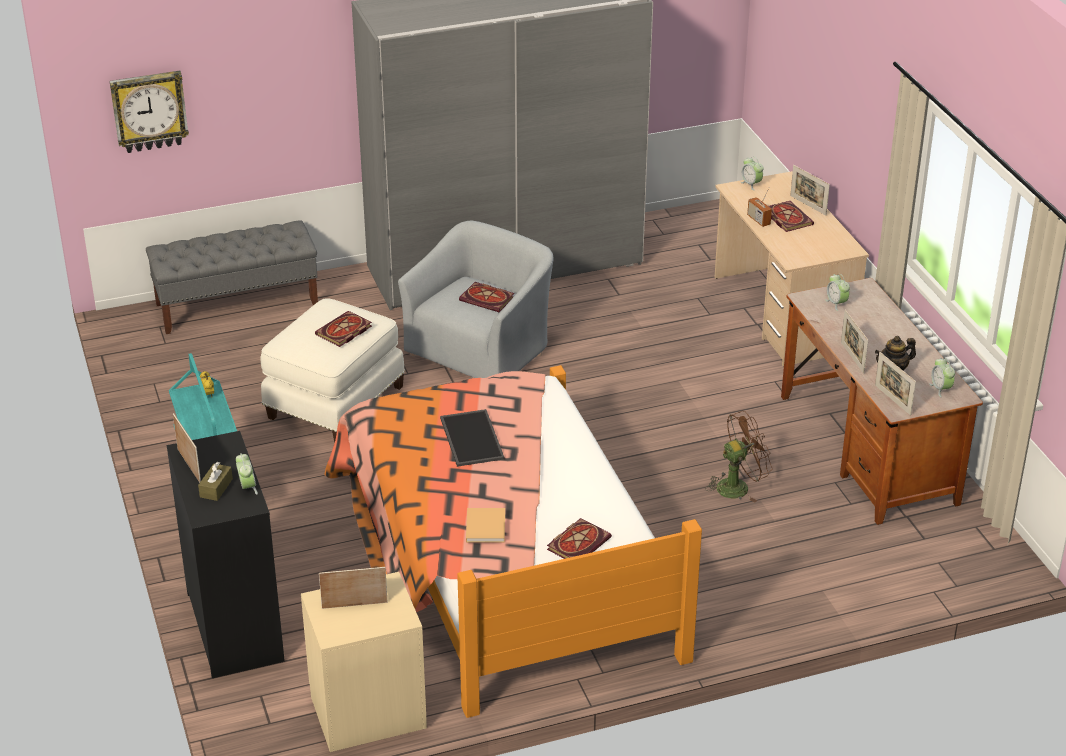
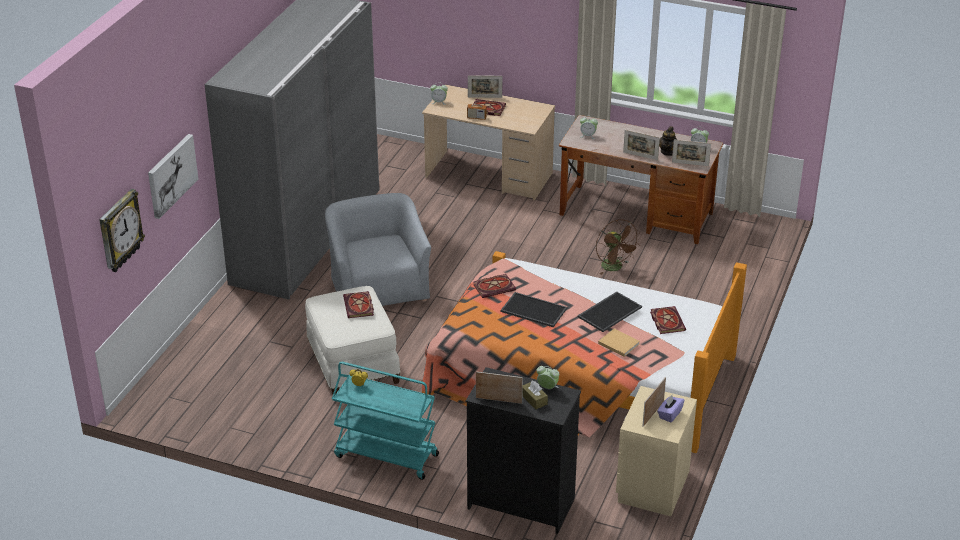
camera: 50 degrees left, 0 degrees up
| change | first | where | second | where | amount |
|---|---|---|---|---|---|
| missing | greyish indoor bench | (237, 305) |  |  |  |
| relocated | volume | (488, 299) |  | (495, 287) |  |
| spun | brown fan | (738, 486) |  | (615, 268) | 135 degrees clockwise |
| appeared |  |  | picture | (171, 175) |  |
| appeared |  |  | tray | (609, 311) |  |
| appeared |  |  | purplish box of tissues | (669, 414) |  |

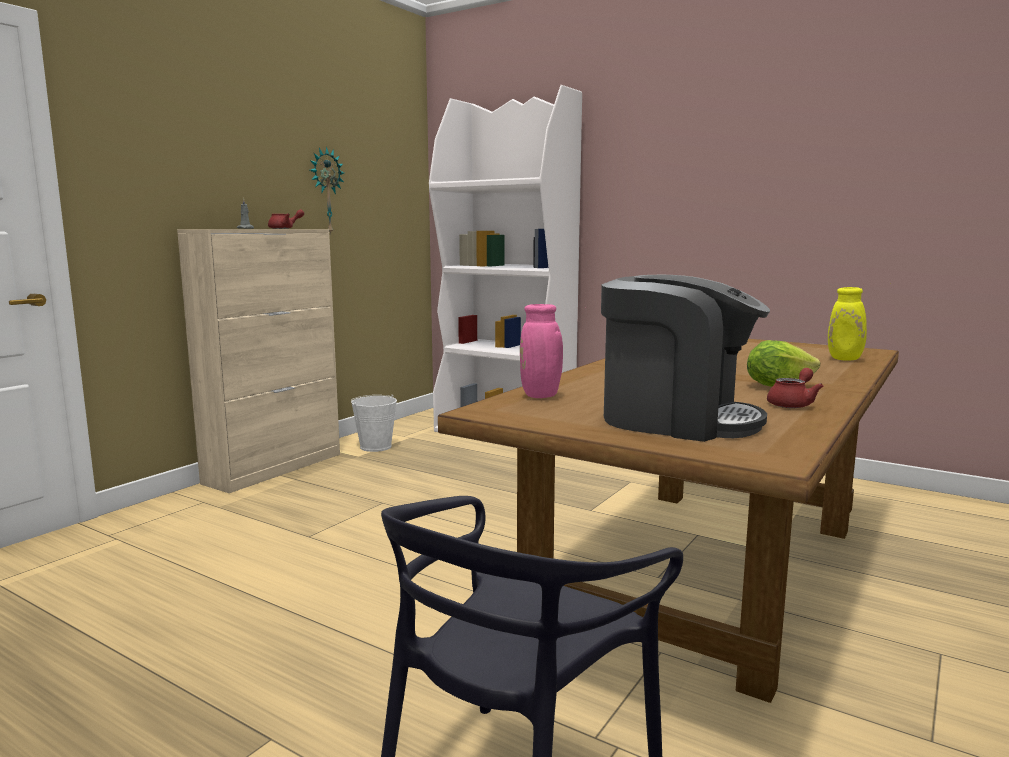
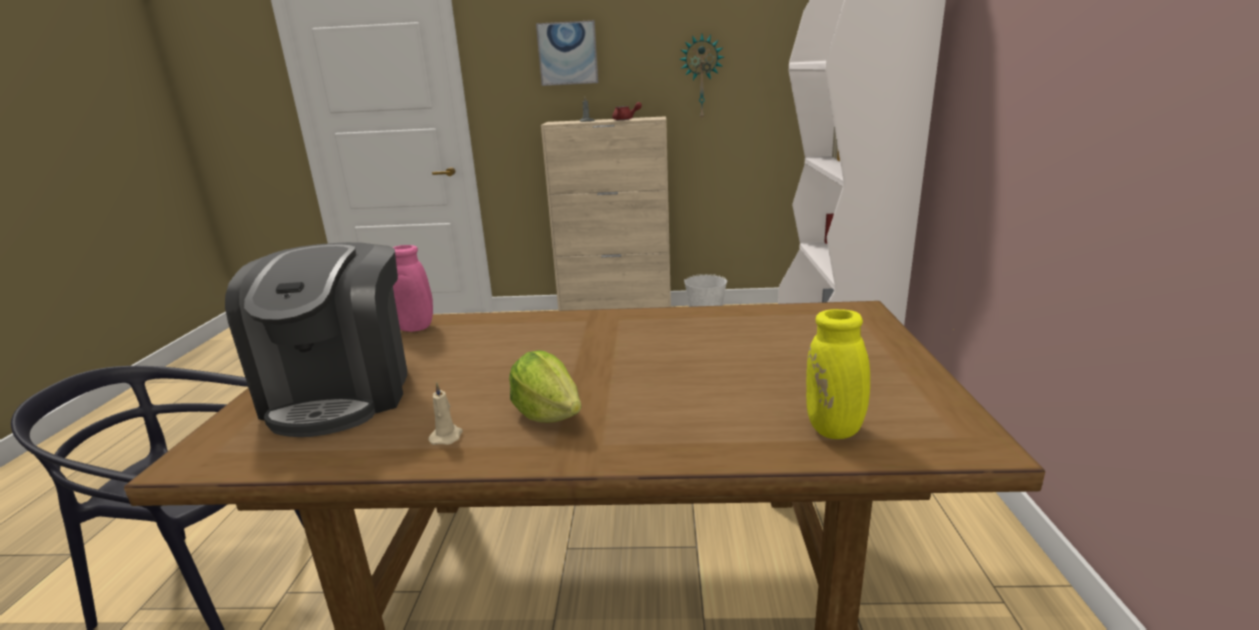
camera: 60 degrees right, 10 degrees up
| change | first | where | second | where | amount |
|---|---|---|---|---|---|
| exchanged | red-coloured pot for tea | (793, 404) | beige-coloured candle | (447, 436) |  |
| appeared |  |  | picture | (567, 53) |  |

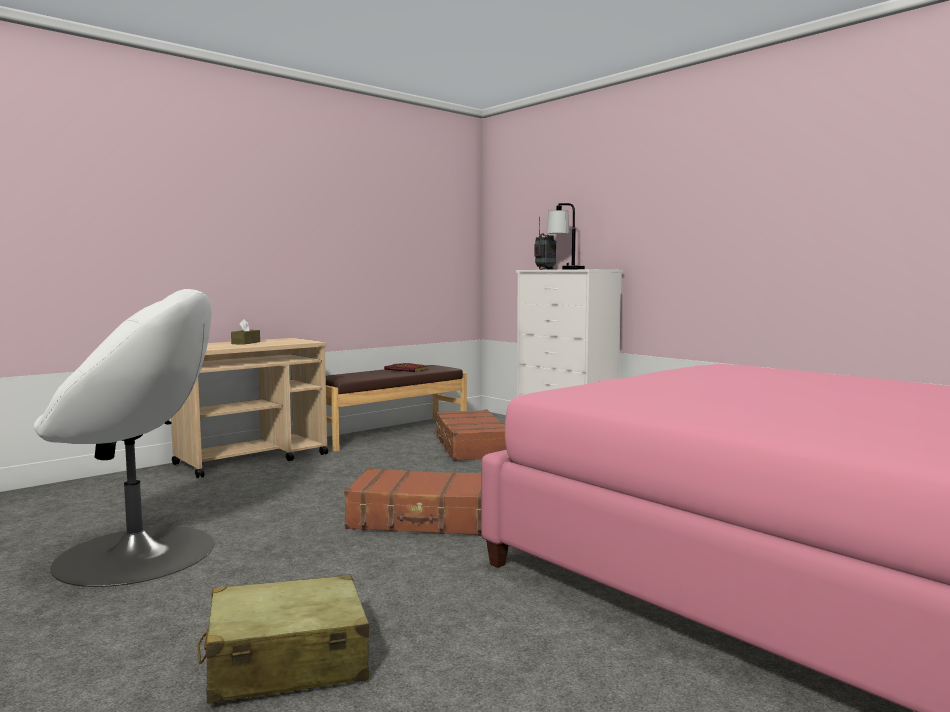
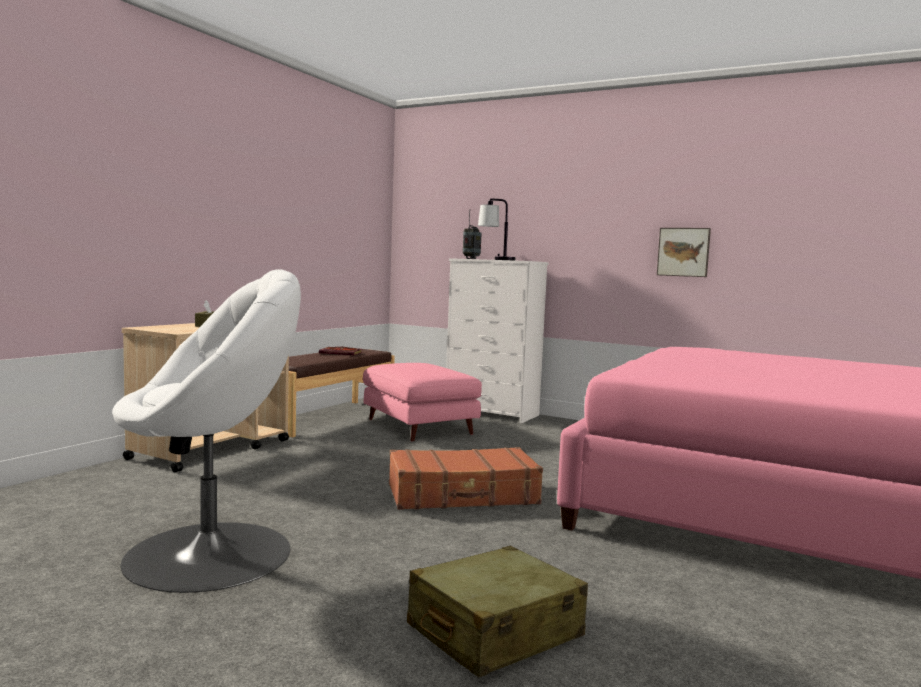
camera: 20 degrees left, 0 degrees up
| change | first | where | second | where | amount |
|---|---|---|---|---|---|
| exchanged | brown suitcase | (470, 447) | pinkish pouffe | (420, 427) |  |
| appeared |  |  | picture | (683, 252) |  |

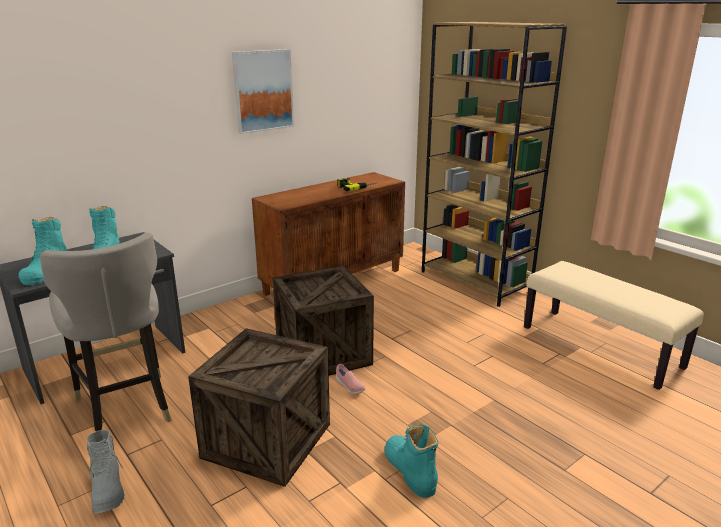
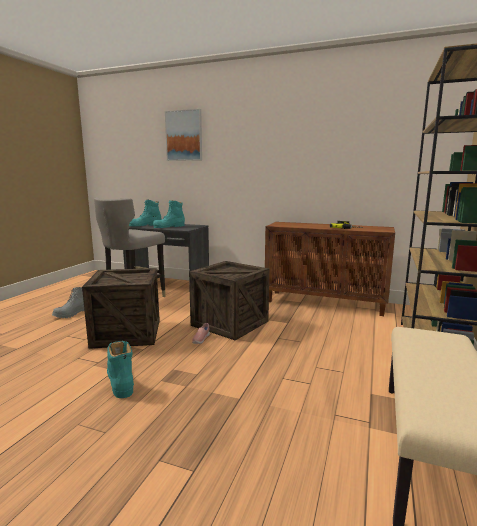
camera: 60 degrees right, 10 degrees down
| change | first | where | second | where | amount |
|---|---|---|---|---|---|
| relocated | picture | (263, 90) |  | (184, 135) |  |
| spun | turquoise-coloured boot | (409, 470) |  | (120, 382) | 60 degrees counterclockwise |

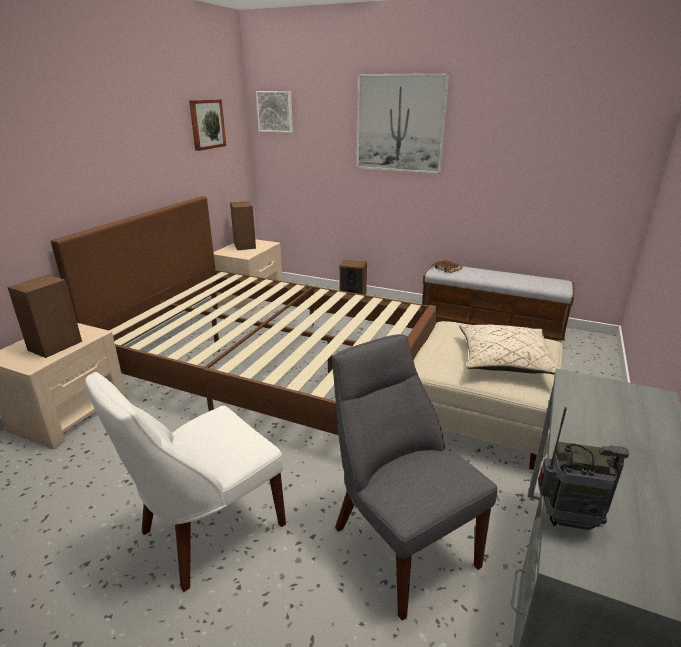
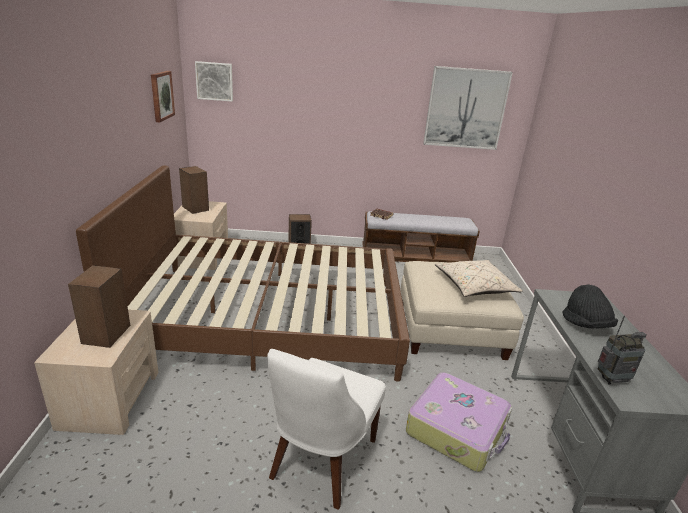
camera: 25 degrees left, 0 degrees up
| change | first | where | second | where | amount |
|---|---|---|---|---|---|
| exchanged | greyish chair | (400, 542) | suitcase | (457, 429) |  |
| relocated | picture | (400, 124) |  | (465, 108) |  |
| appeared |  |  | black hat | (585, 325) |  |

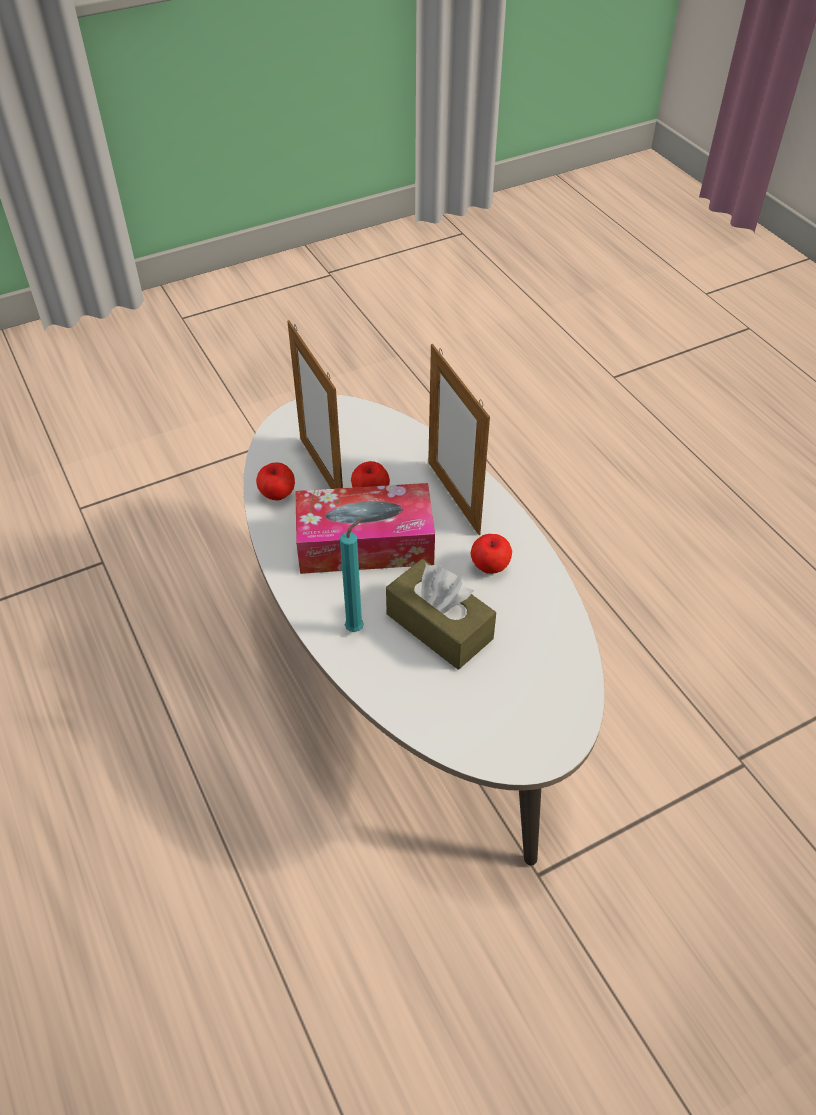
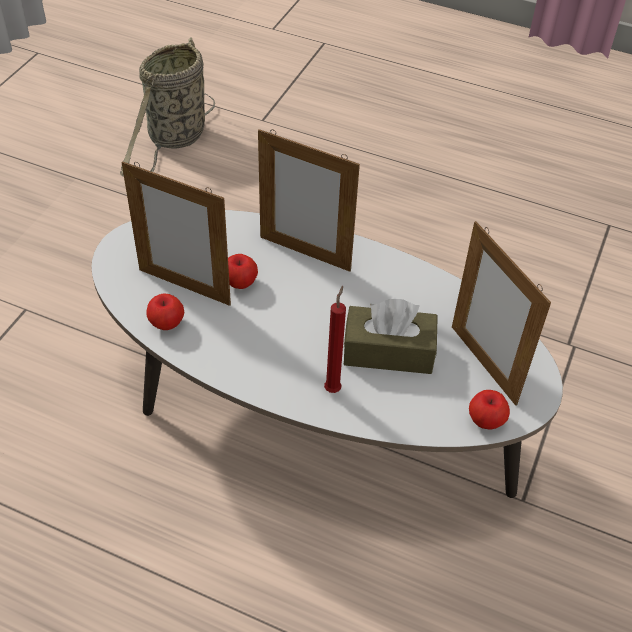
camera: 40 degrees left, 0 degrees up
| change | first | where | second | where | amount |
|---|---|---|---|---|---|
| missing | box of tissues | (365, 543) |  |  |  |
| colour | turquoise-coloured candle | (357, 628) | red-coloured candle | (333, 388) |  |
| relocated | whole apple | (490, 566) |  | (486, 420) |  |
| appeared |  |  | household basket | (175, 139) |  |
| appeared |  |  | picture frame | (483, 364) |  |

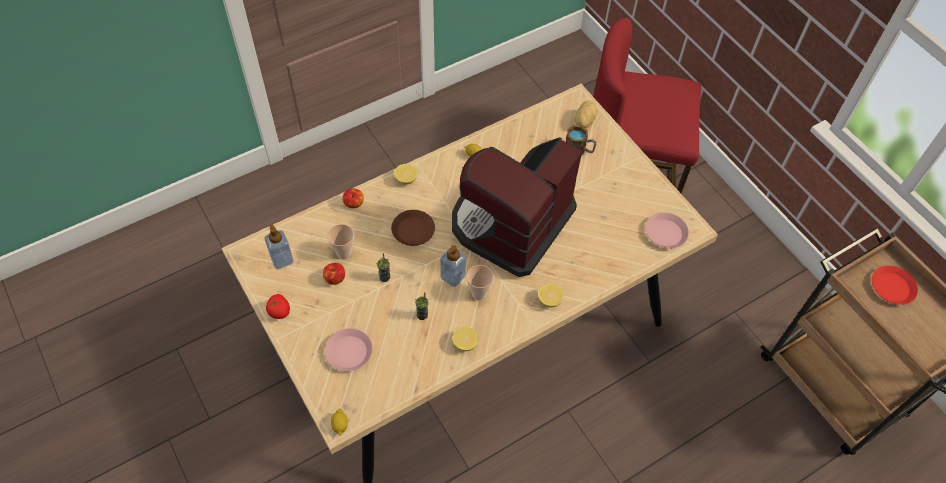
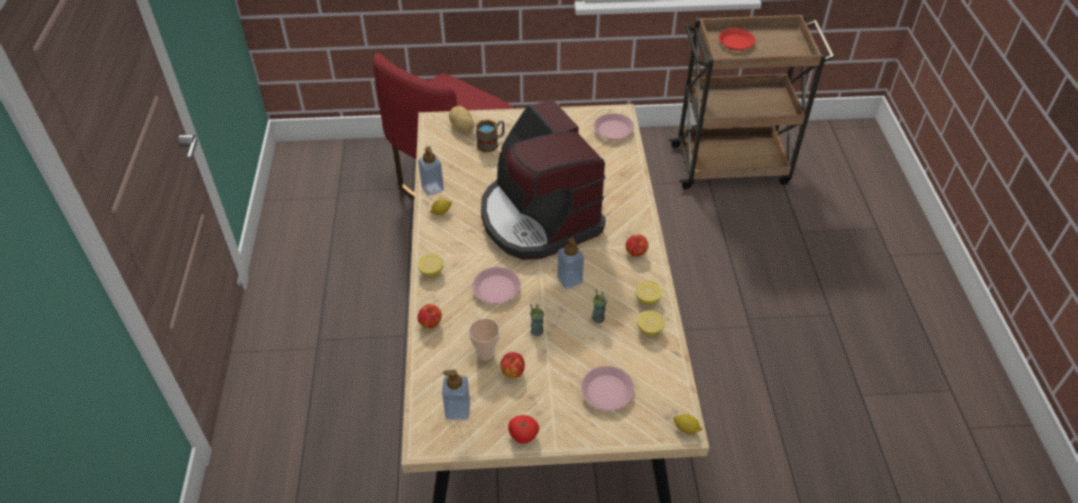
camera: 60 degrees left, 10 degrees down
| change | first | where | second | where | amount |
|---|---|---|---|---|---|
| colour | brown flat dish | (413, 230) | pinkish flat dish | (497, 288) |  |
| missing | small cup | (479, 293) |  |  |  |
| relocated | lemon | (549, 300) |  | (649, 329) |  |
| appeared |  |  | soap bottle | (432, 188) |  |
| appeared |  |  | whole apple | (636, 253) |  |

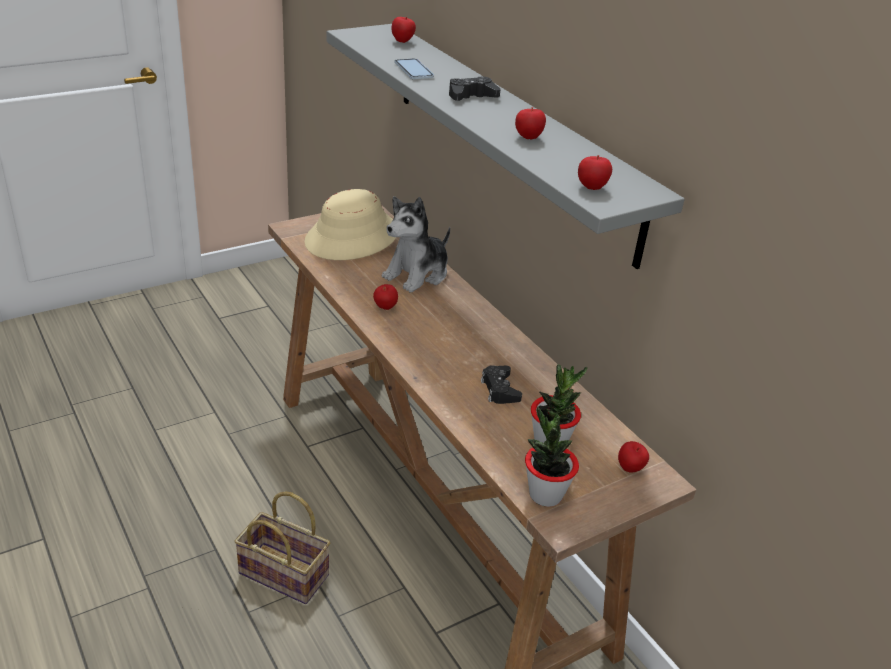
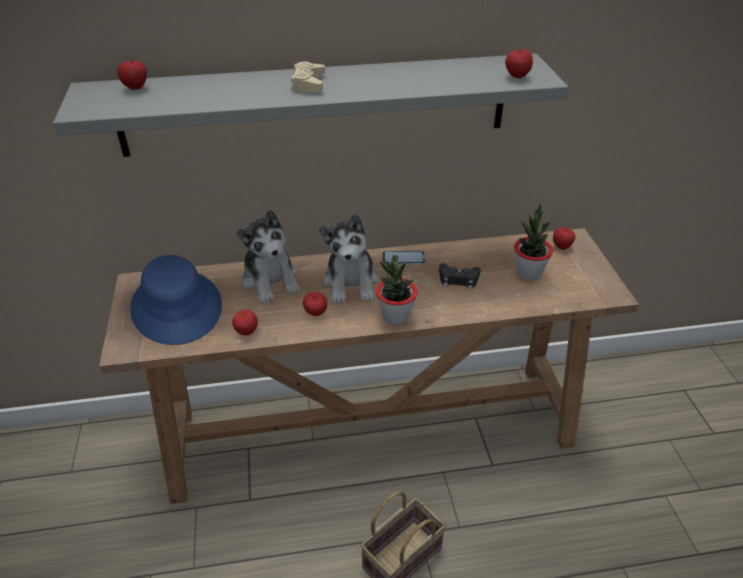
camera: 65 degrees left, 5 degrees up
| change | first | where | second | where | amount |
|---|---|---|---|---|---|
| colour | beige-coloured hat | (352, 237) | bluish hat | (177, 307) |  |
| relocated | handset | (413, 70) |  | (403, 259) |  |
| colour | black game controller | (471, 96) | beige-coloured game controller | (308, 84) |  |
| relocated | whole apple | (528, 138) |  | (246, 332) |  |
| relocated | houseplant | (545, 495) |  | (395, 317) |  |
| appeared |  |  | cuddly toy | (351, 283) |  |

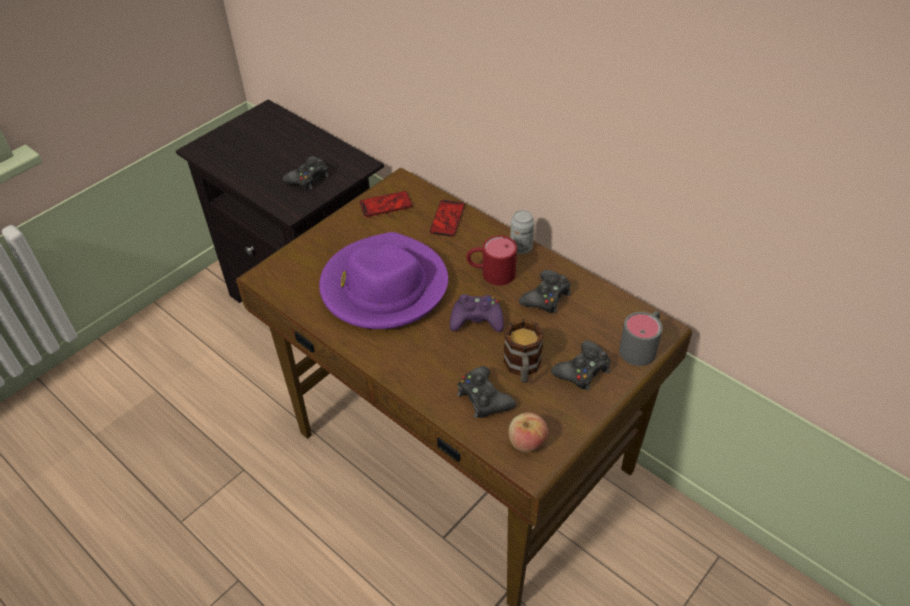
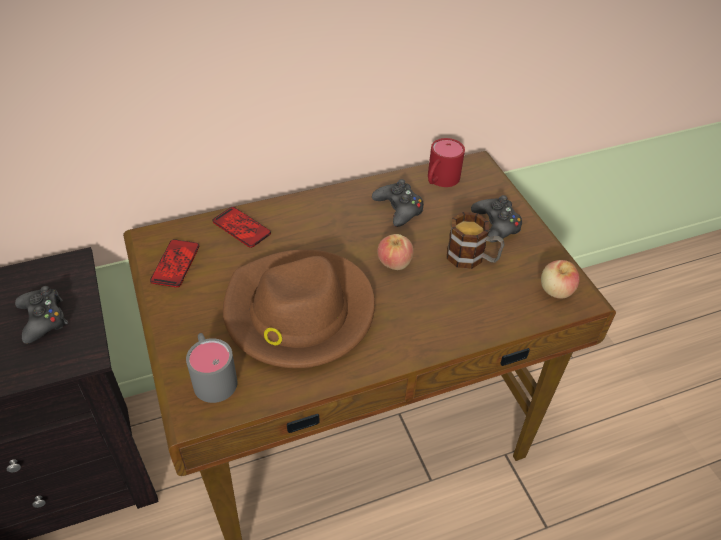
camera: 65 degrees left, 0 degrees up
| change | first | where | second | where | amount |
|---|---|---|---|---|---|
| colour | purplish hat | (383, 286) | brown hat | (298, 313) |  |
| exchanged | purplish game controller | (477, 319) | whole apple | (394, 263) |  |
| missing | black game controller | (483, 398) |  |  |  |
| relocated | red-coloured coffee mug | (491, 272) |  | (439, 180) |  |
| missing | can | (521, 248) |  |  |  |
| relocated | greyish coffee mug | (642, 346) |  | (212, 376) |  |

